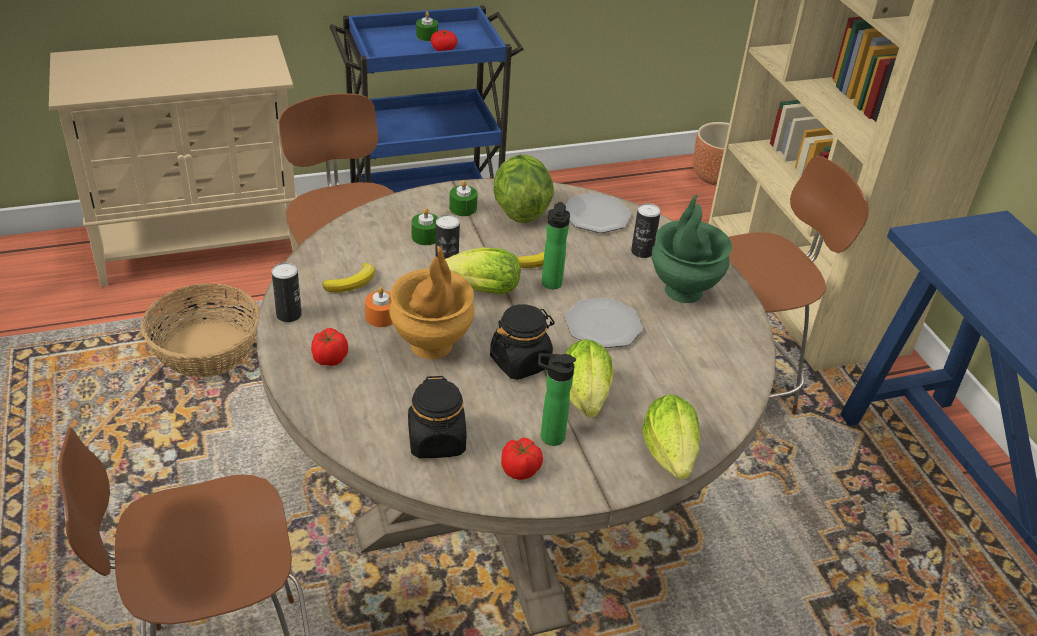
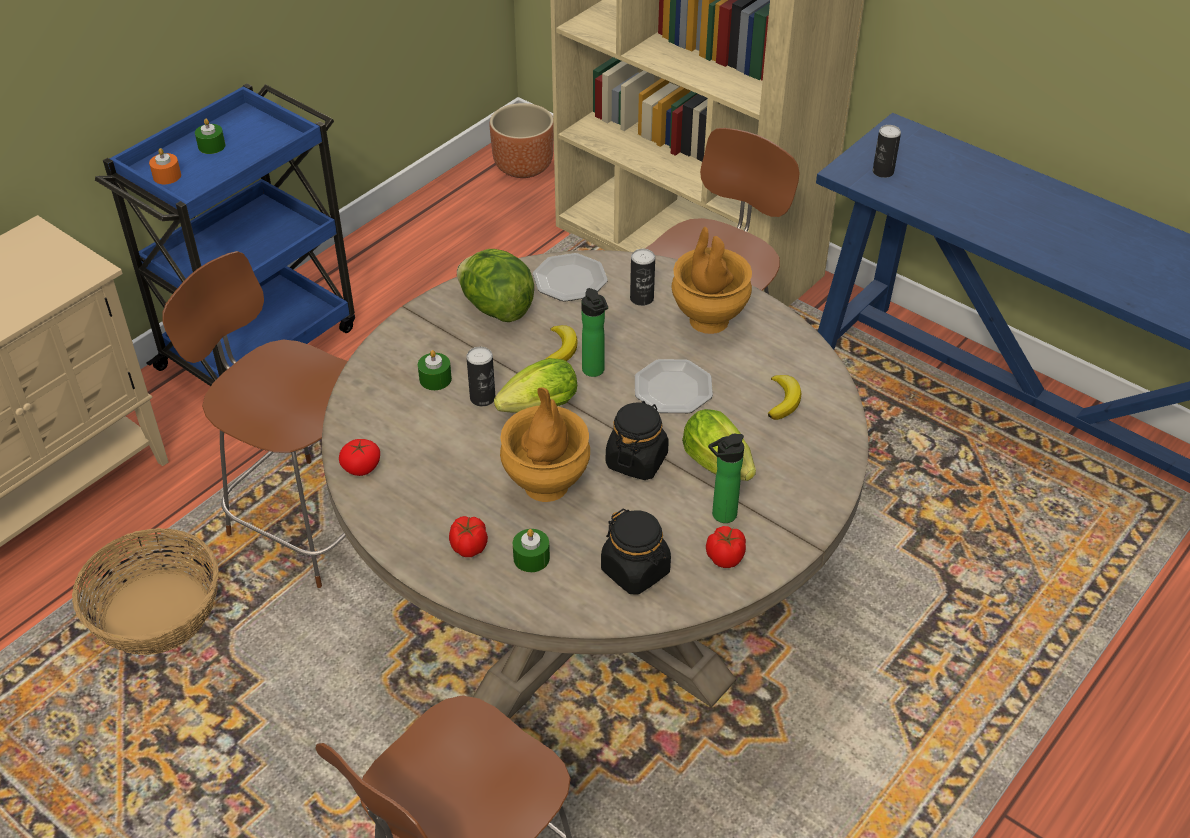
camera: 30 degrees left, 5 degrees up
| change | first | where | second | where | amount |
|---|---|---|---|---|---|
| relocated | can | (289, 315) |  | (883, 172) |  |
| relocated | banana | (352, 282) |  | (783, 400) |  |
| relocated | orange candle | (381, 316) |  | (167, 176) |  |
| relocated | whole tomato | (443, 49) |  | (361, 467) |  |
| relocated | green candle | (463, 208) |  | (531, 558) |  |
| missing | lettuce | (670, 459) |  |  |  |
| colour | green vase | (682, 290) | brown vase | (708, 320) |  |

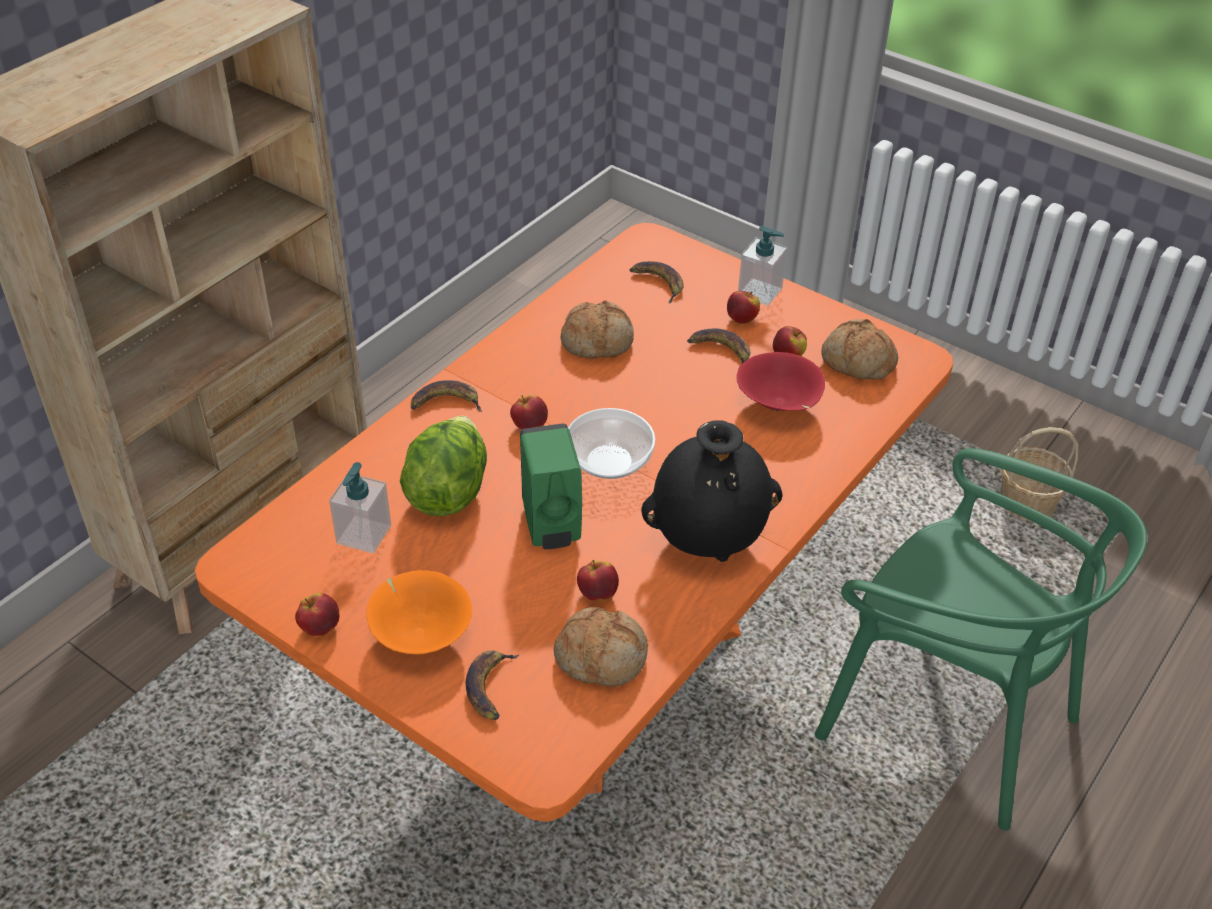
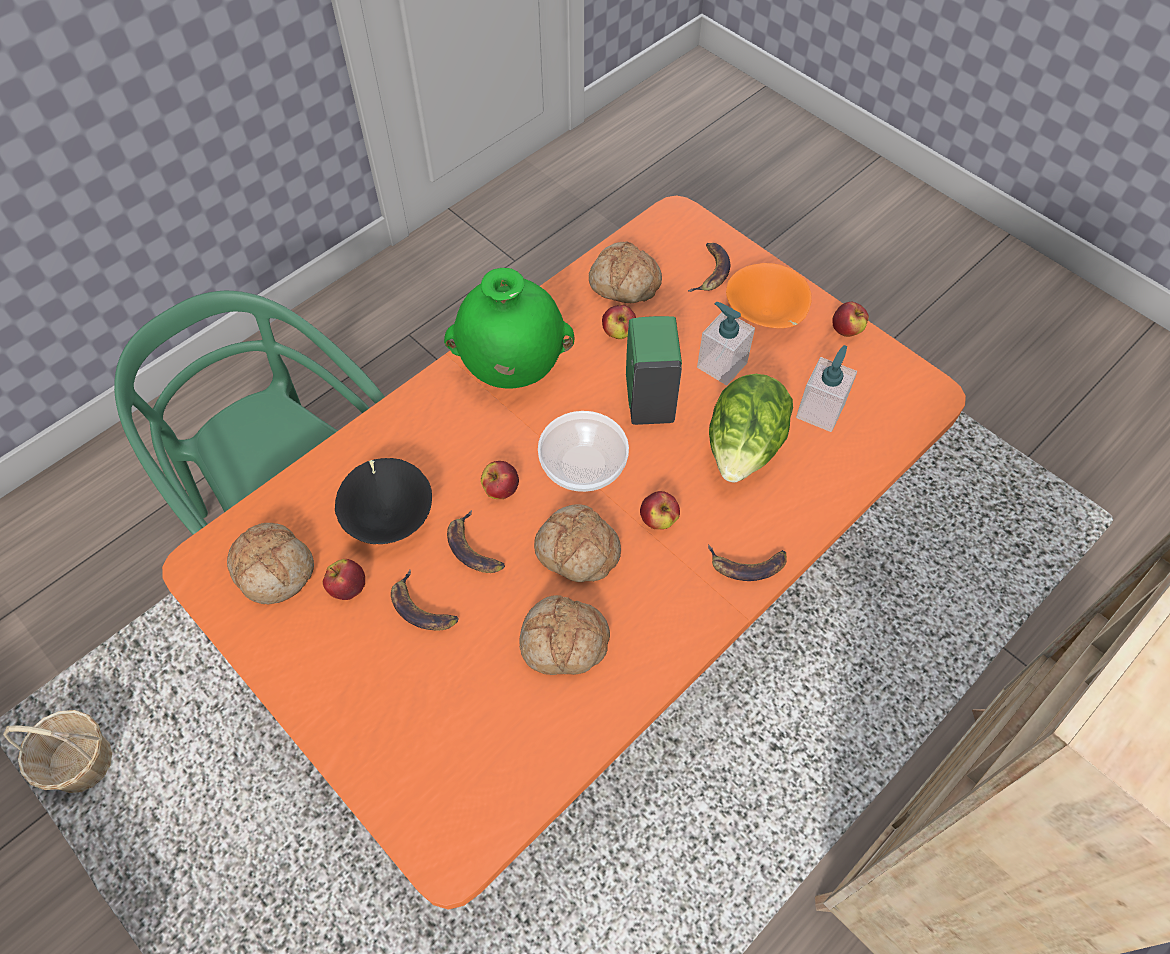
camera: 170 degrees left, 15 degrees up
| change | first | where | second | where | amount |
|---|---|---|---|---|---|
| relocated | banana | (658, 283) |  | (474, 548) |  |
| colour | black vase | (709, 541) | green vase | (511, 369) |  |
| relocated | whole apple | (741, 319) |  | (501, 489) |  |
| colour | red-coloured bowl | (778, 406) | black bowl | (389, 515) |  |
| relocated | soap bottle | (760, 292) |  | (721, 365) |  |
| appeared |  |  | baked bread | (576, 551) |  |

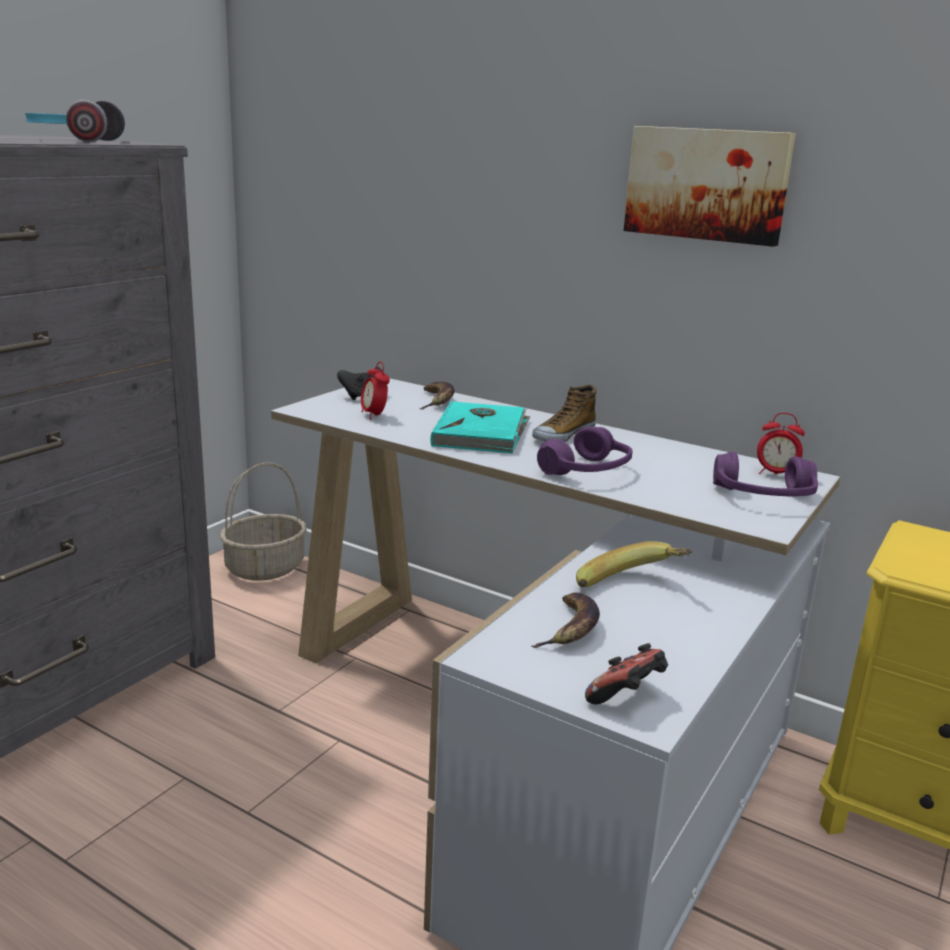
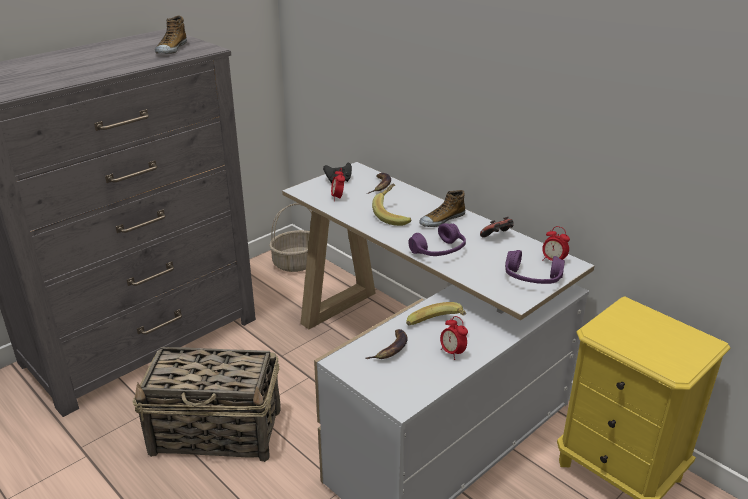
camera: 15 degrees right, 10 degrees up
| change | first | where | second | where | amount |
|---|---|---|---|---|---|
| exchanged | headset | (74, 140) | shoe | (171, 49) |  |
| exchanged | turquoise-coloured volume | (481, 432) | banana | (394, 215) |  |
| relocated | game controller | (627, 698) |  | (497, 236) |  |
| missing | picture | (707, 184) |  |  |  |
| appeared |  |  | household basket | (218, 432) |  |
| appeared |  |  | table clock | (452, 352) |  |

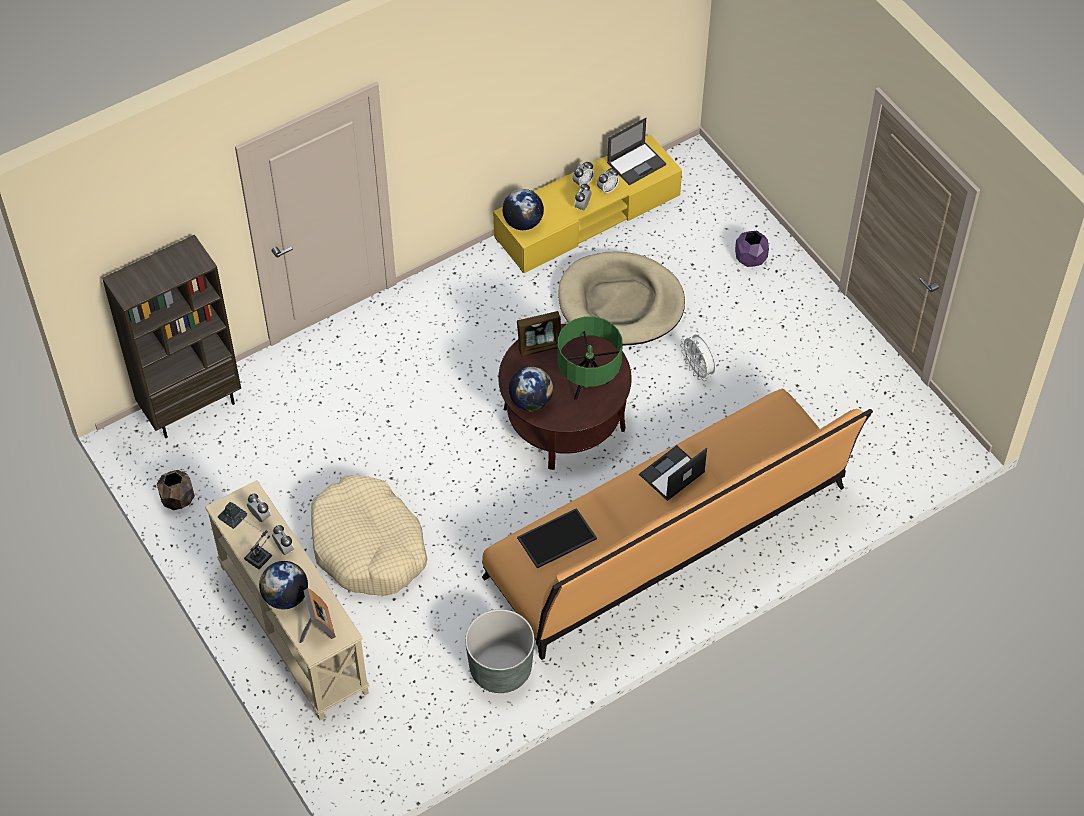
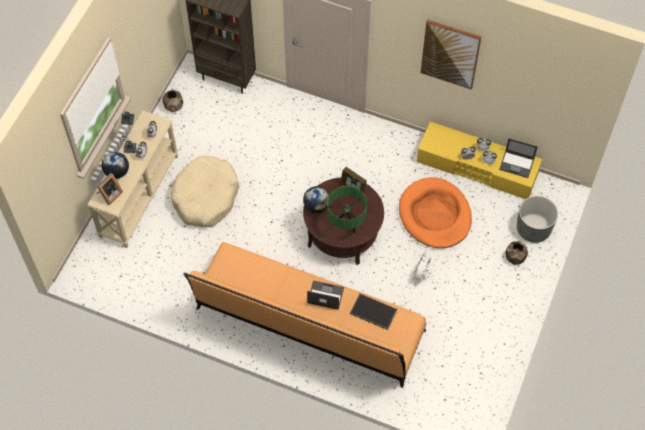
camera: 55 degrees right, 5 degrees up
| change | first | where | second | where | amount |
|---|---|---|---|---|---|
| relocated | greyish flower pot | (500, 668) |  | (533, 229) |  |
| missing | world globe | (523, 222) |  |  |  |
| relocated | tray | (557, 539) |  | (372, 312) |  |
| colour | beige-coloured dog bed | (620, 303) | orange dog bed | (435, 215) |  |
| colour | purplish flower pot | (750, 259) | brown flower pot | (514, 257) |  |
| appeared |  |  | picture | (450, 54) |  |

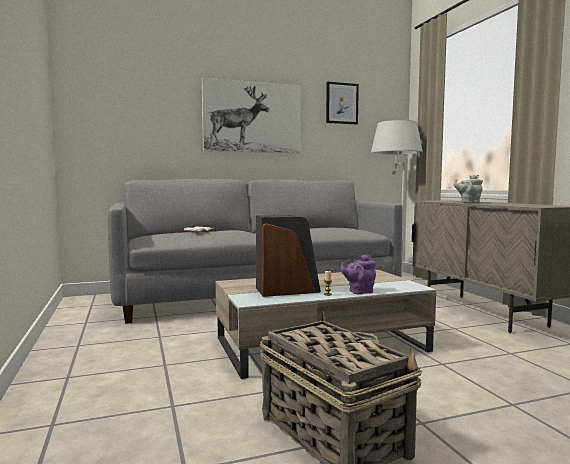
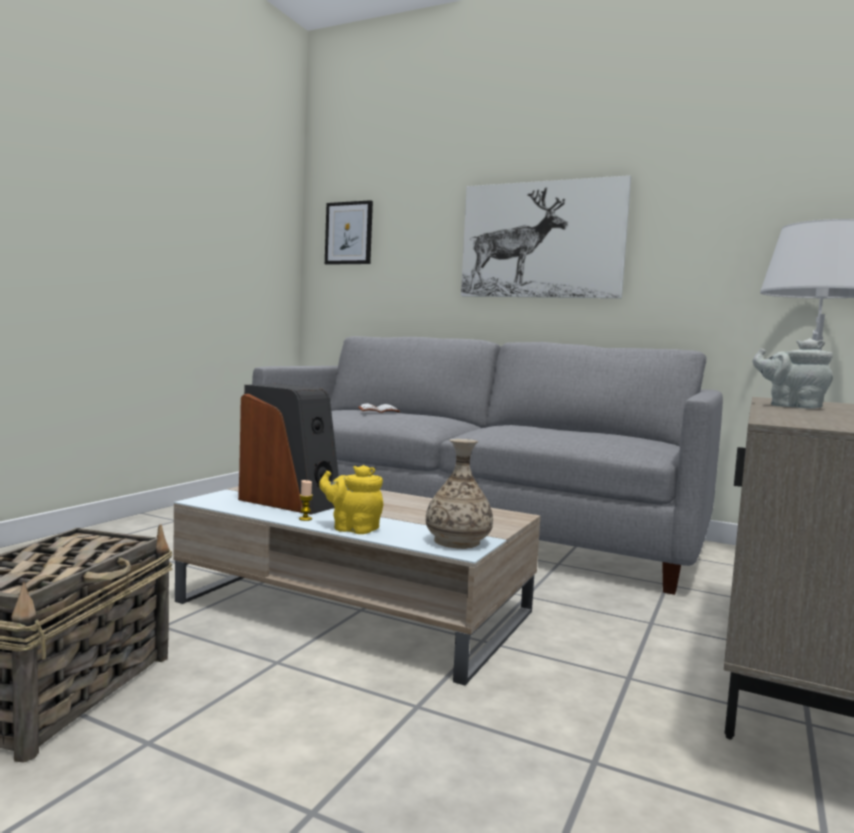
camera: 45 degrees right, 0 degrees up
| change | first | where | second | where | amount |
|---|---|---|---|---|---|
| relocated | picture | (342, 103) |  | (349, 233) |  |
| colour | purplish pot for tea | (359, 292) | yellow pot for tea | (352, 528) |  |
| appeared |  |  | vase | (457, 541) |  |

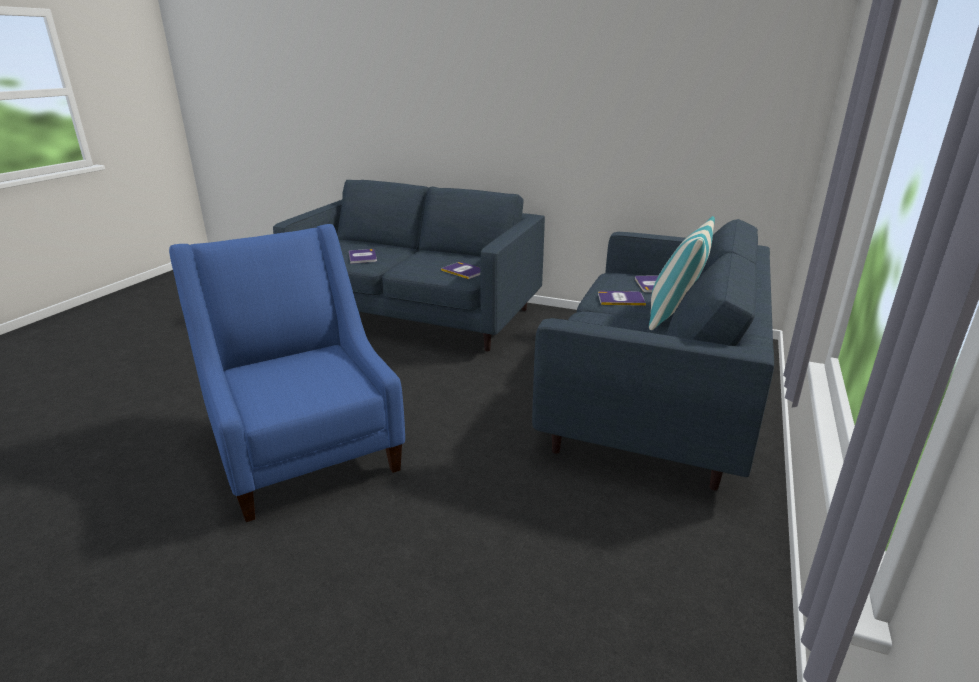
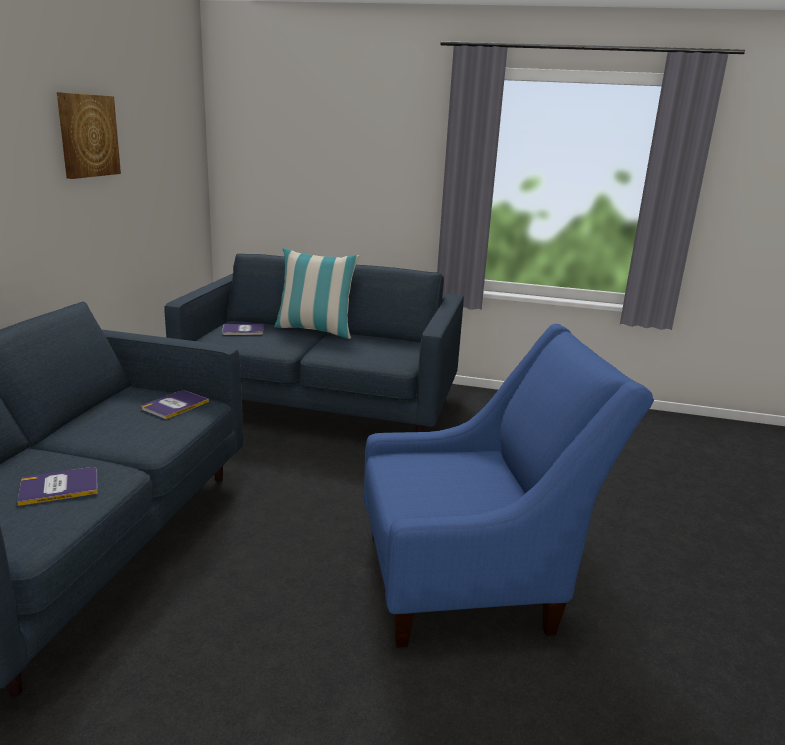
camera: 100 degrees left, 5 degrees down
| change | first | where | second | where | amount |
|---|---|---|---|---|---|
| spun | bluish lounge chair | (305, 451) |  | (472, 579) | 150 degrees counterclockwise |
| missing | volume | (621, 299) |  |  |  |
| appeared |  |  | picture | (87, 135) |  |

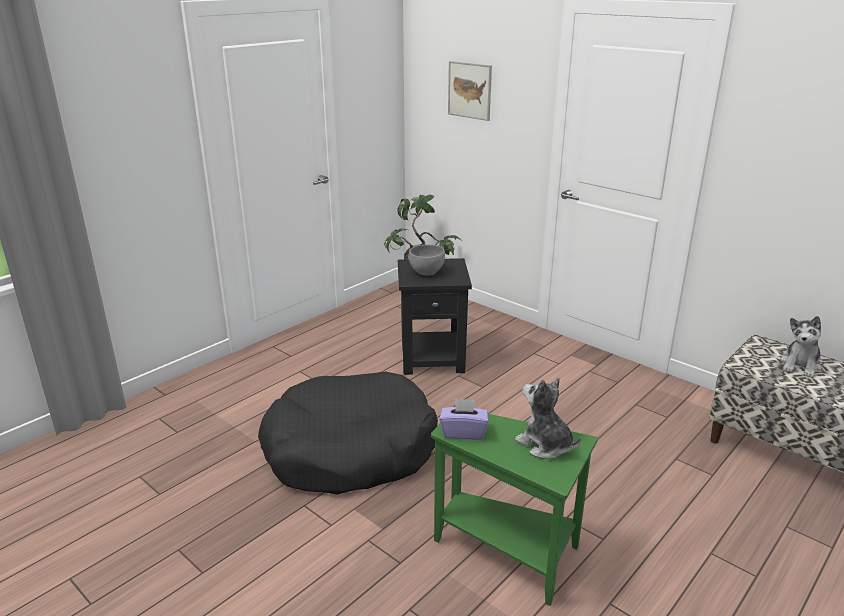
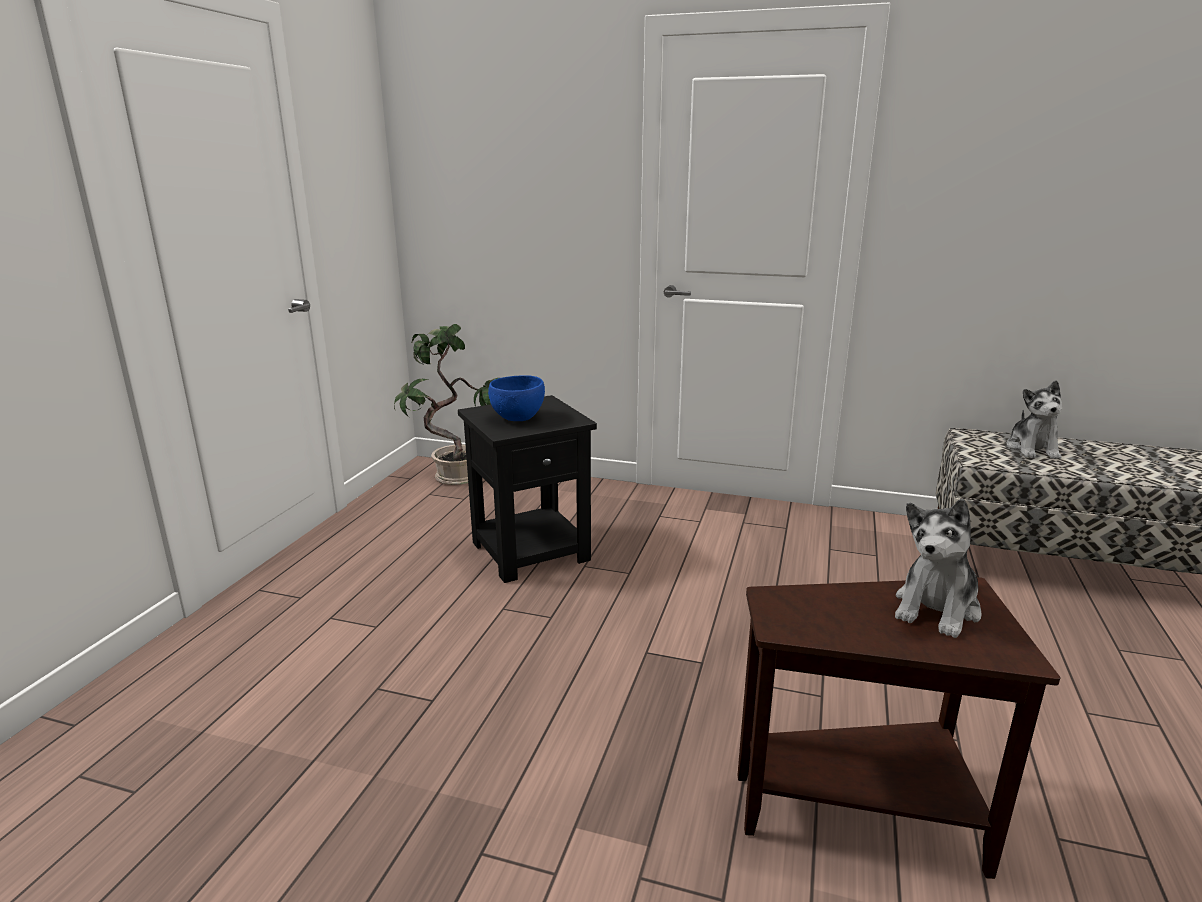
camera: 25 degrees left, 5 degrees down
| change | first | where | second | where | amount |
|---|---|---|---|---|---|
| missing | black dog bed | (350, 450) |  |  |  |
| colour | greyish bowl | (426, 272) | bluish bowl | (517, 418) |  |
| colour | green end table | (509, 553) | brown end table | (866, 811) |  |
| missing | purplish box of tissues | (463, 432) |  |  |  |
| missing | picture | (469, 90) |  |  |  |
| spun | cuddly toy | (545, 445) |  | (937, 608) | 75 degrees counterclockwise |

